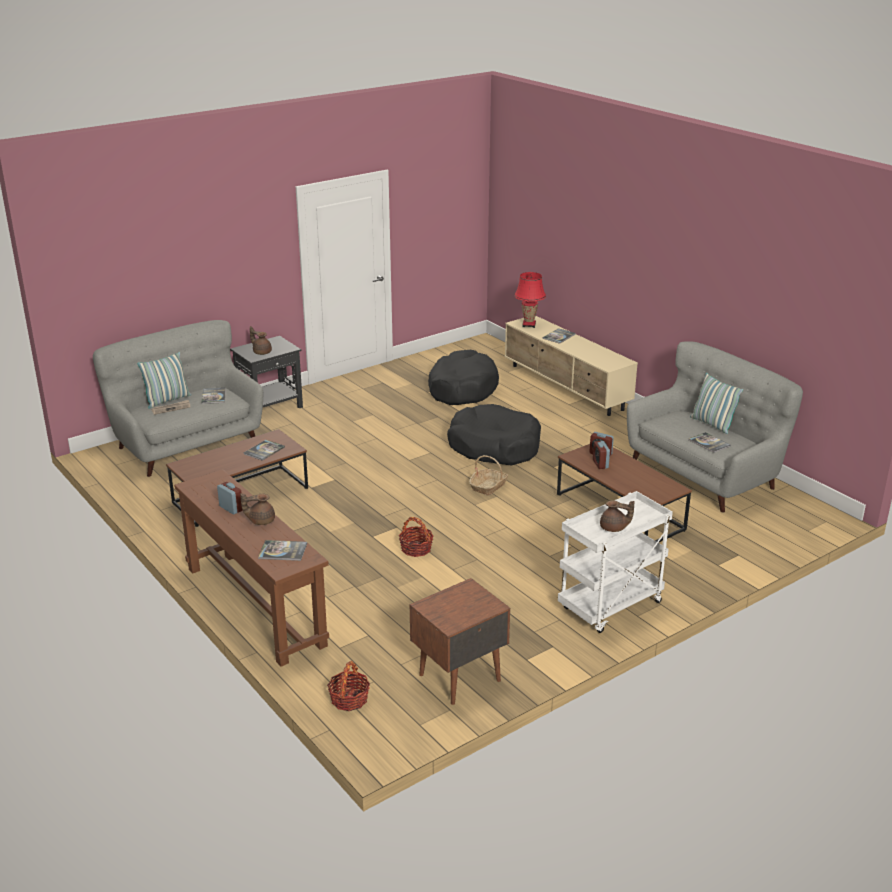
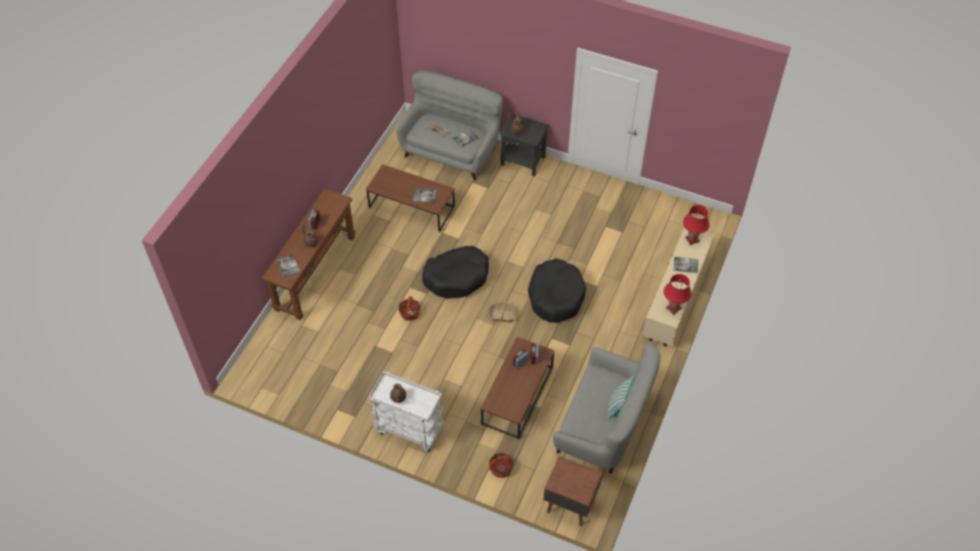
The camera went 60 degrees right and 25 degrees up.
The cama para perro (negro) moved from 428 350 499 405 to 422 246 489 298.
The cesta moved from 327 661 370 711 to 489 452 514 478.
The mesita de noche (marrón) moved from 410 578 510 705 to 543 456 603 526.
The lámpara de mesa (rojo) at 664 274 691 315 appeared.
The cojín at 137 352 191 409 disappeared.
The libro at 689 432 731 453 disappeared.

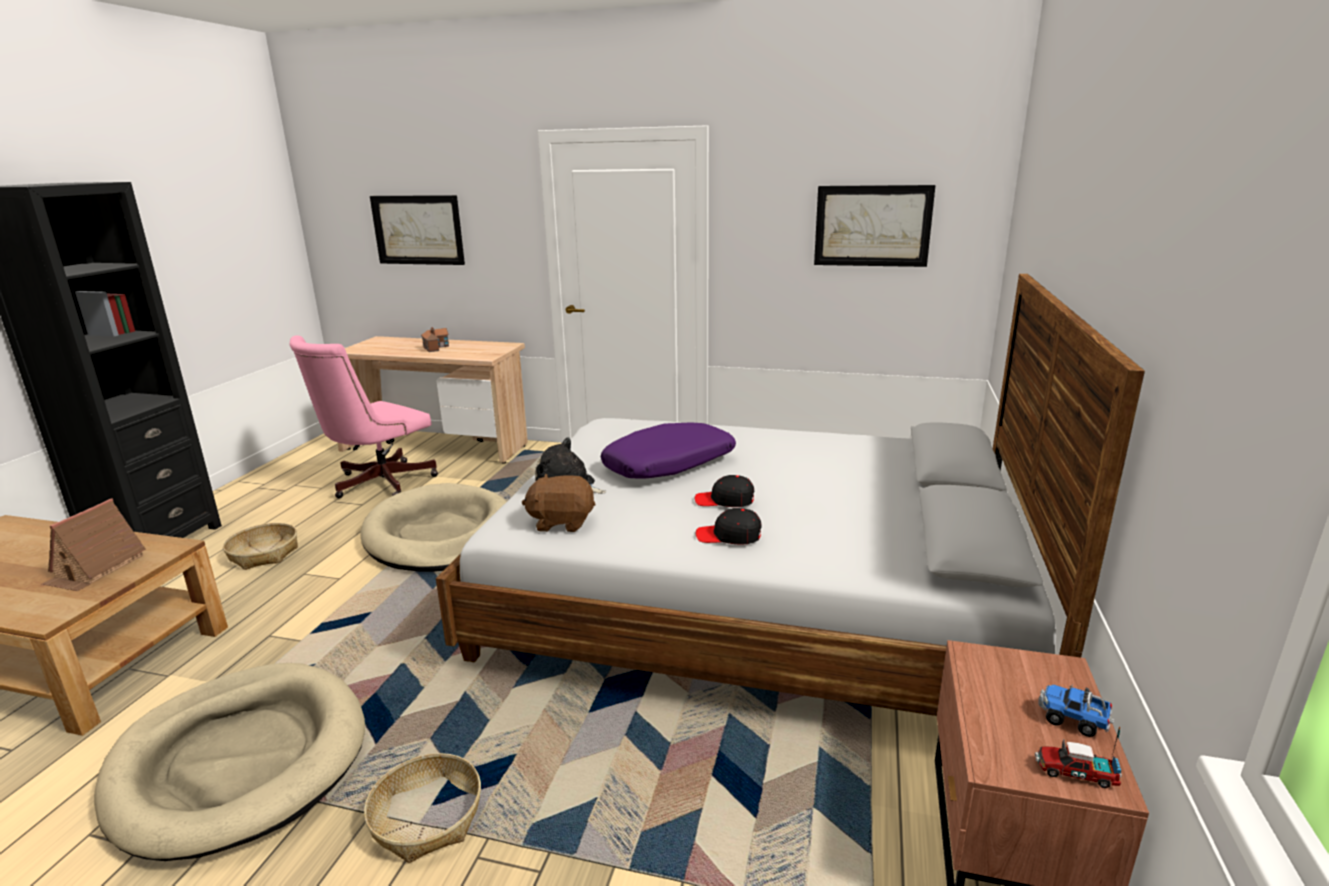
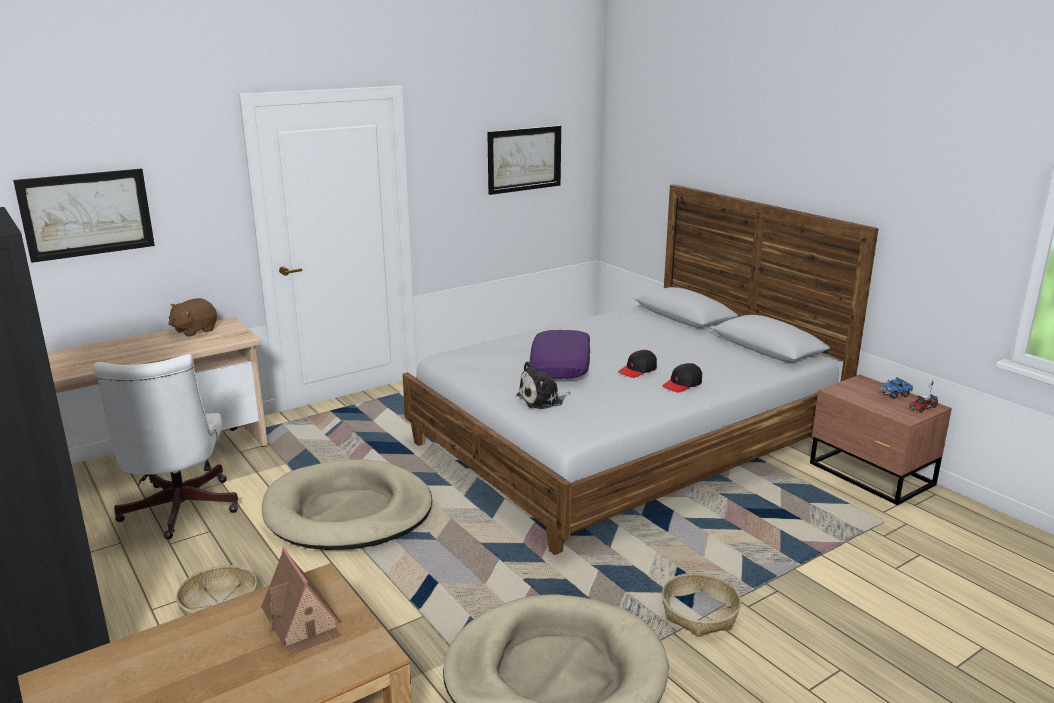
The camera went 50 degrees left and 0 degrees up.
The silla de oficina (rosa) at 290 335 438 498 became the silla de oficina (blanco) at 93 354 238 540.
The peluche (marrón) moved from 521 474 596 532 to 168 298 217 337.
The casita at 421 327 449 352 disappeared.

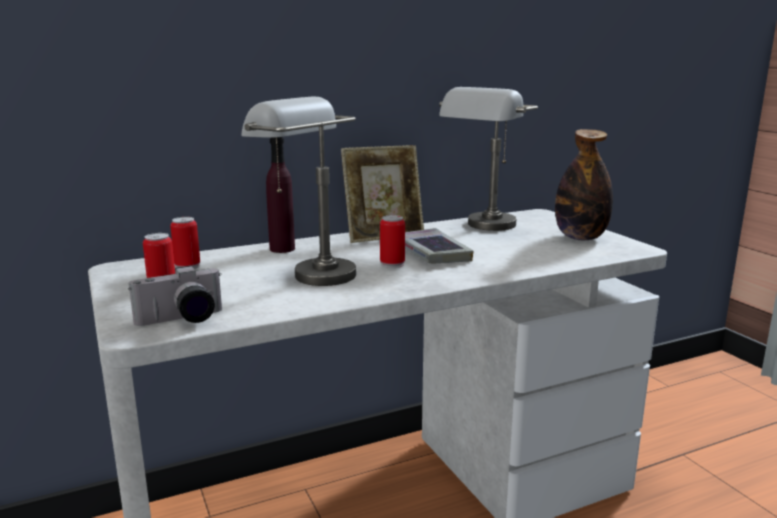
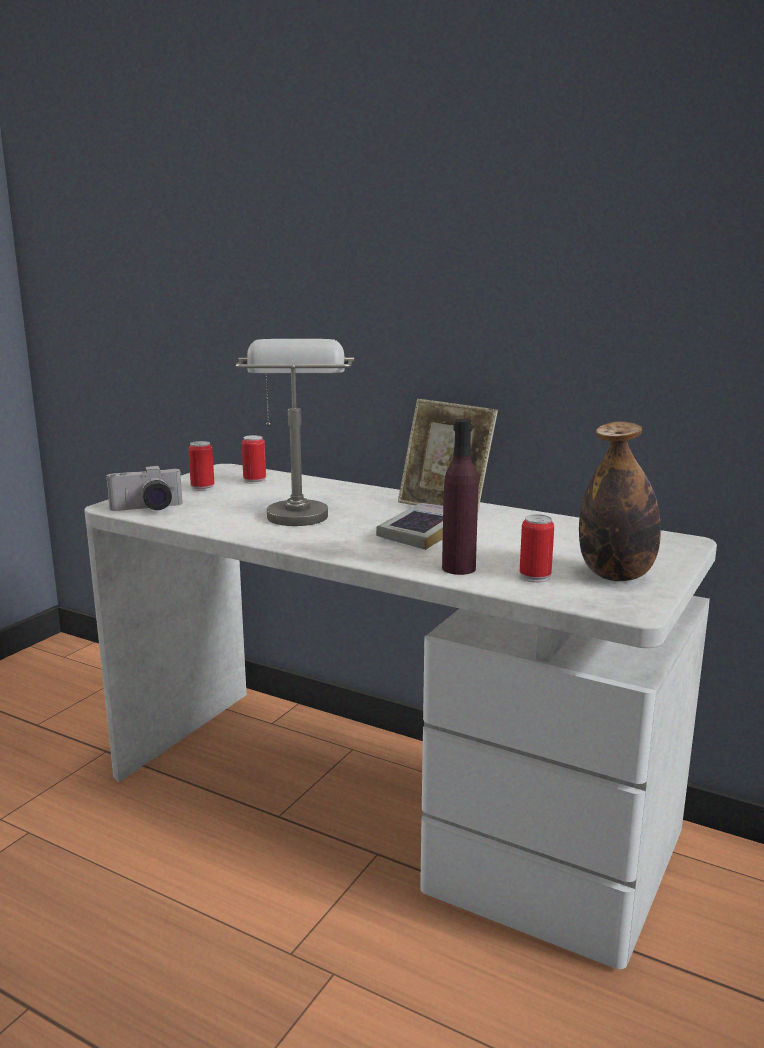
The camera went 55 degrees right and 0 degrees up.
The cámara at 128 266 222 326 turned 45 degrees counterclockwise.
The botella (morado) moved from 266 137 295 253 to 442 419 478 575.
The lata moved from 380 215 405 268 to 520 514 554 583.
The lámpara de mesa (gris) at 439 87 538 231 disappeared.

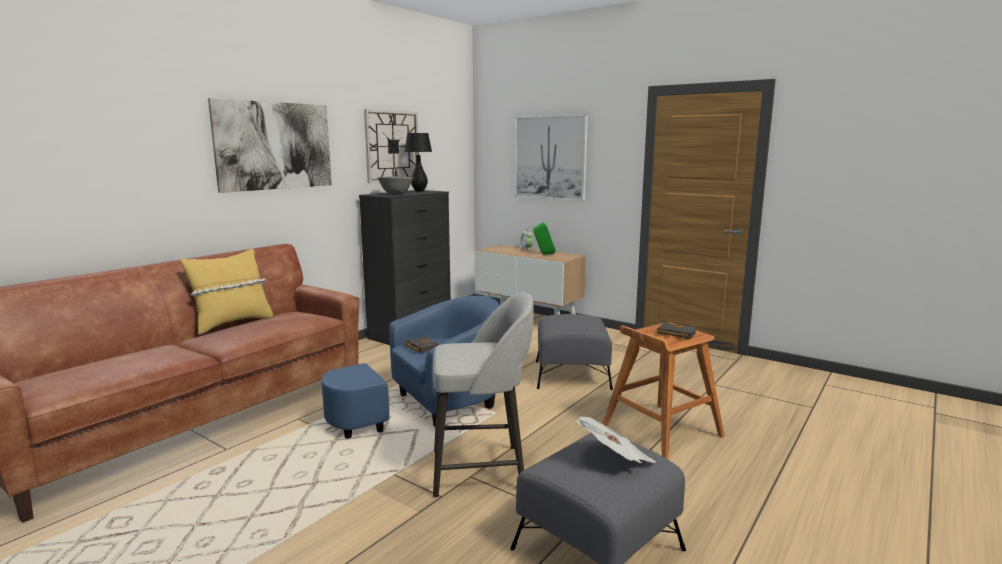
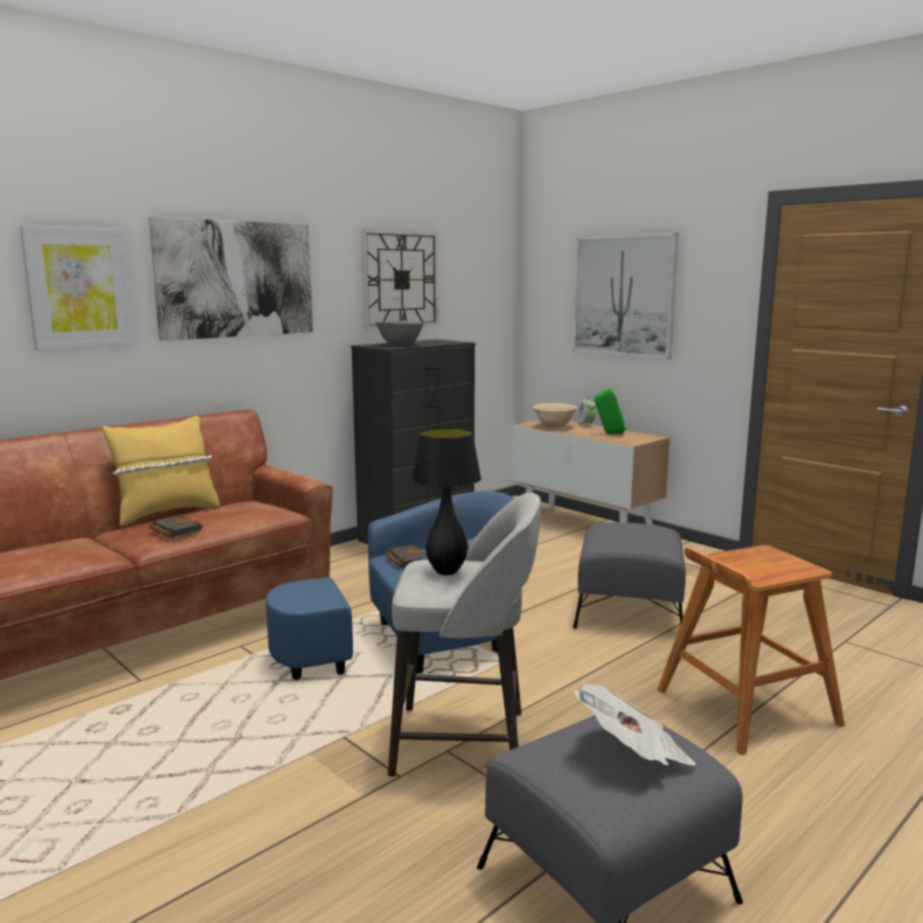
The camera went 10 degrees right and 0 degrees up.
The cuadro at 20 225 135 351 appeared.
The libro (negro) moved from 657 321 696 339 to 149 514 203 538.
The lámpara de mesa (negro) moved from 405 133 432 192 to 411 428 481 575.
The cuenco (beis) at 533 403 577 428 appeared.

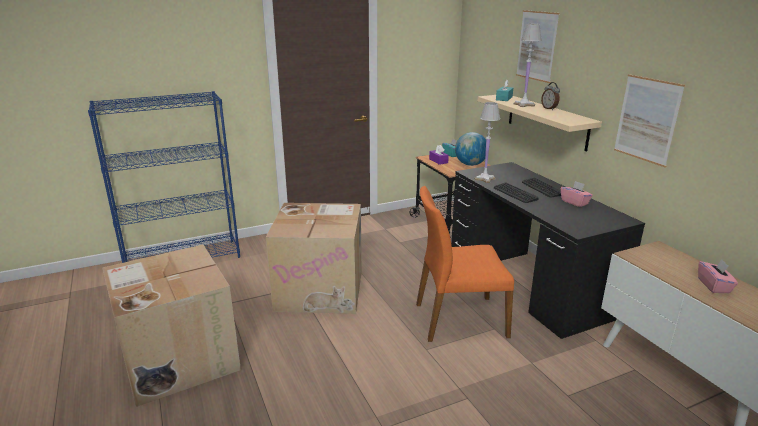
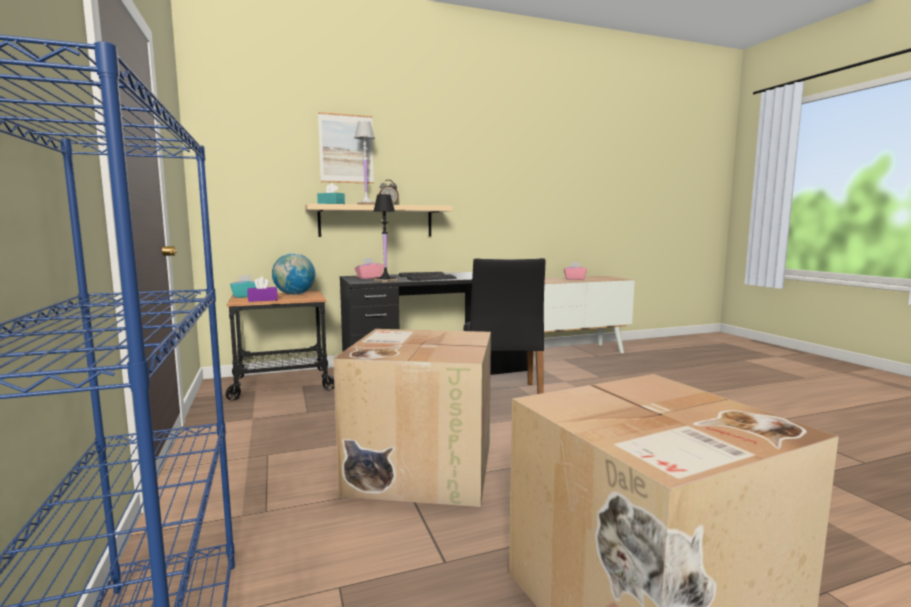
The camera went 85 degrees left and 15 degrees down.
The caja de pañuelos (rosa) moved from 561 181 593 207 to 355 258 384 279.
The lámpara de mesa (blanco) at 474 102 500 183 became the lámpara de mesa (negro) at 374 194 397 282.
The silla (naranja) at 416 186 514 342 became the silla (negro) at 463 258 545 394.
The cuadro at 614 74 685 167 disappeared.

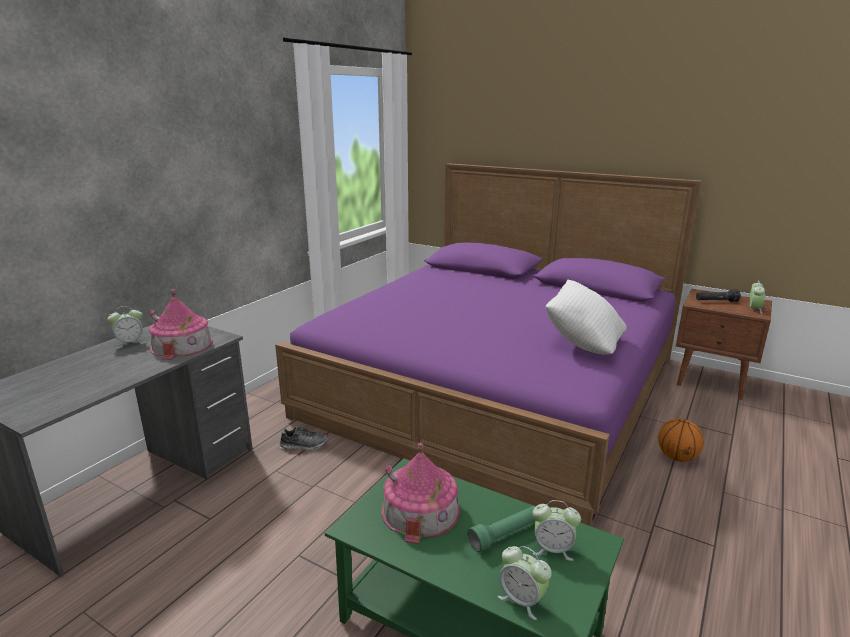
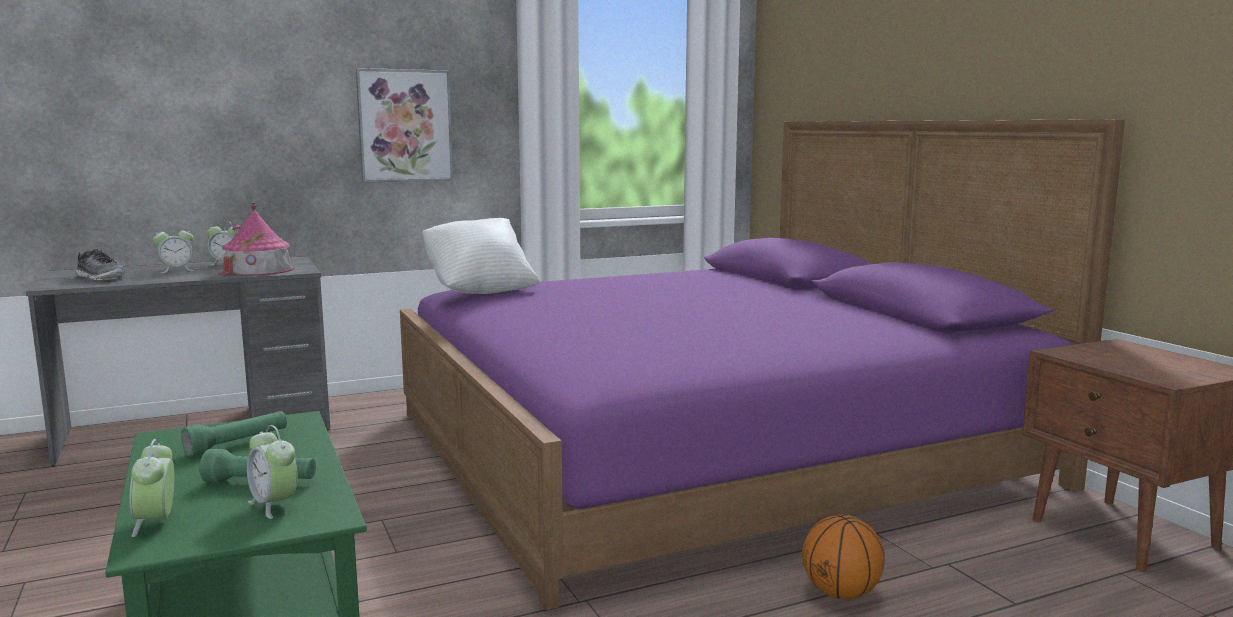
The camera went 35 degrees right and 10 degrees down.
The zapato moved from 280 426 327 451 to 76 249 125 280.
The despertador moved from 750 281 765 314 to 153 225 195 273.
The casita at 381 443 460 544 was replaced by the linterna (verde) at 181 411 287 457.
The cuadro at 356 68 453 183 appeared.
The cojín (blanco) moved from 546 280 627 354 to 422 218 540 294.
The linterna (negro) at 696 290 741 302 disappeared.

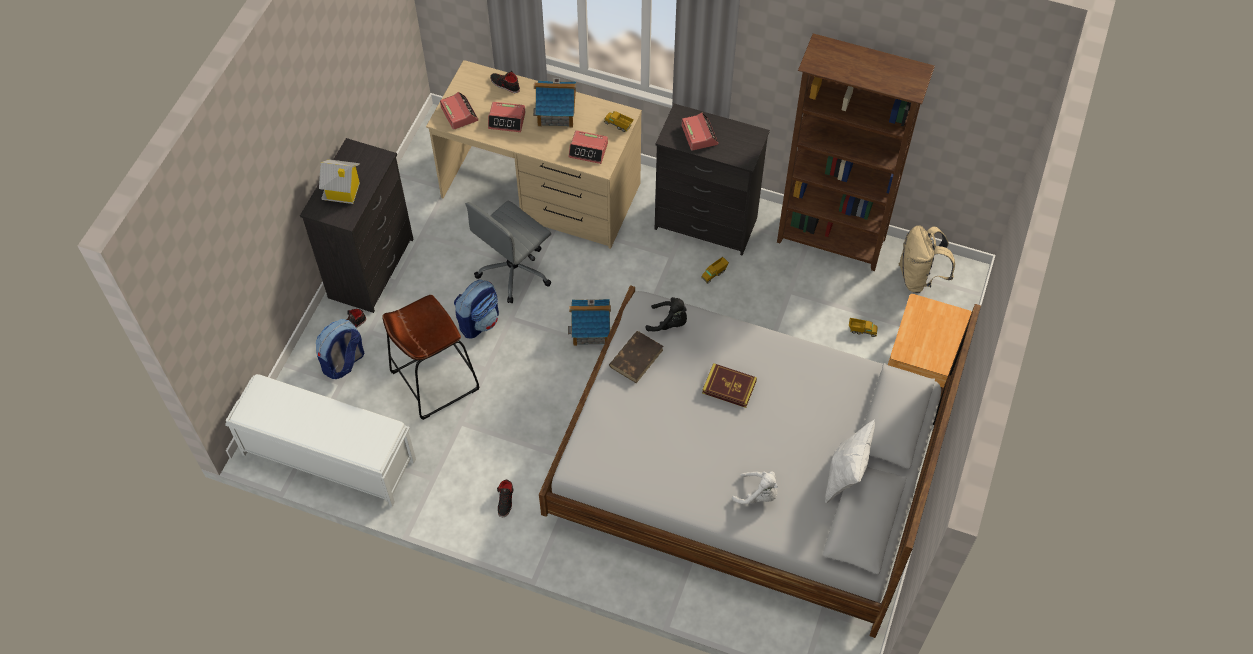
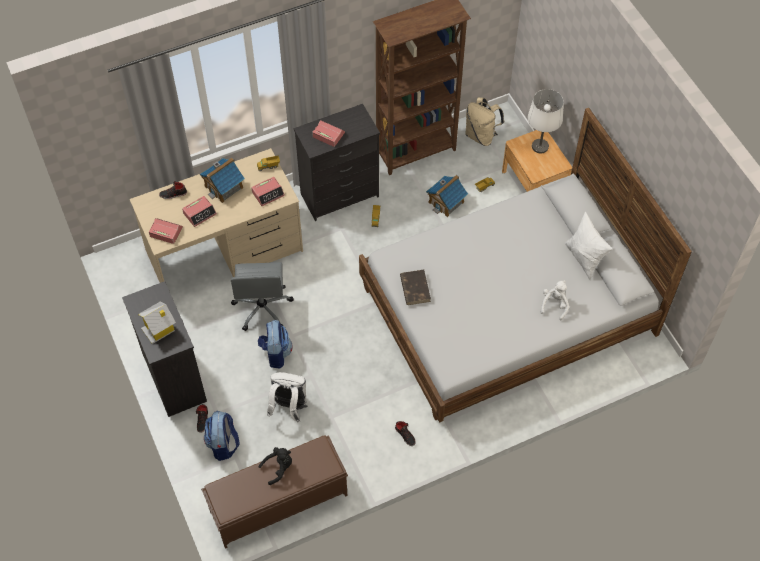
The camera went 45 degrees left and 0 degrees up.
The banco (blanco) at 225 374 416 507 became the banco (marrón) at 201 435 348 549.
The peluche (negro) moved from 645 297 687 332 to 259 447 292 485.
The taburete (marrón) at 382 295 480 420 was replaced by the mochila (blanco) at 267 372 307 423.
The casita moved from 568 299 611 346 to 426 175 468 217.
The lámpara de mesa (blanco) at 528 89 564 154 appeared.
The peluche (blanco) at 732 472 778 504 turned 45 degrees counterclockwise.
The libro at 702 363 757 408 disappeared.

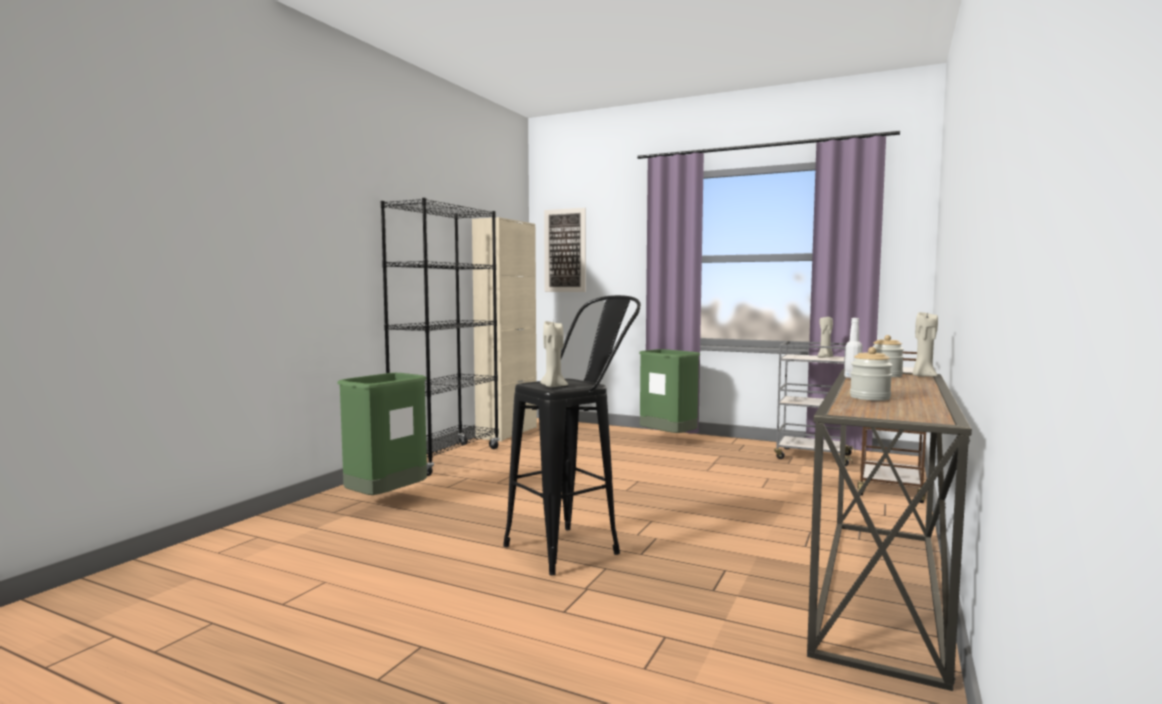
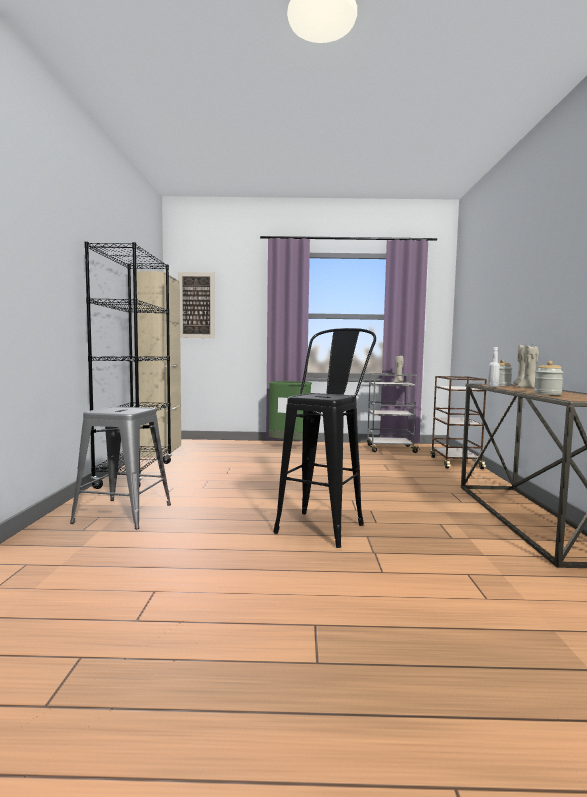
The camera went 25 degrees left and 0 degrees up.
The papelera (verde) at 337 373 427 495 was replaced by the taburete (gris) at 70 406 171 529.
The vela (beis) moved from 540 320 568 387 to 518 345 539 388.

